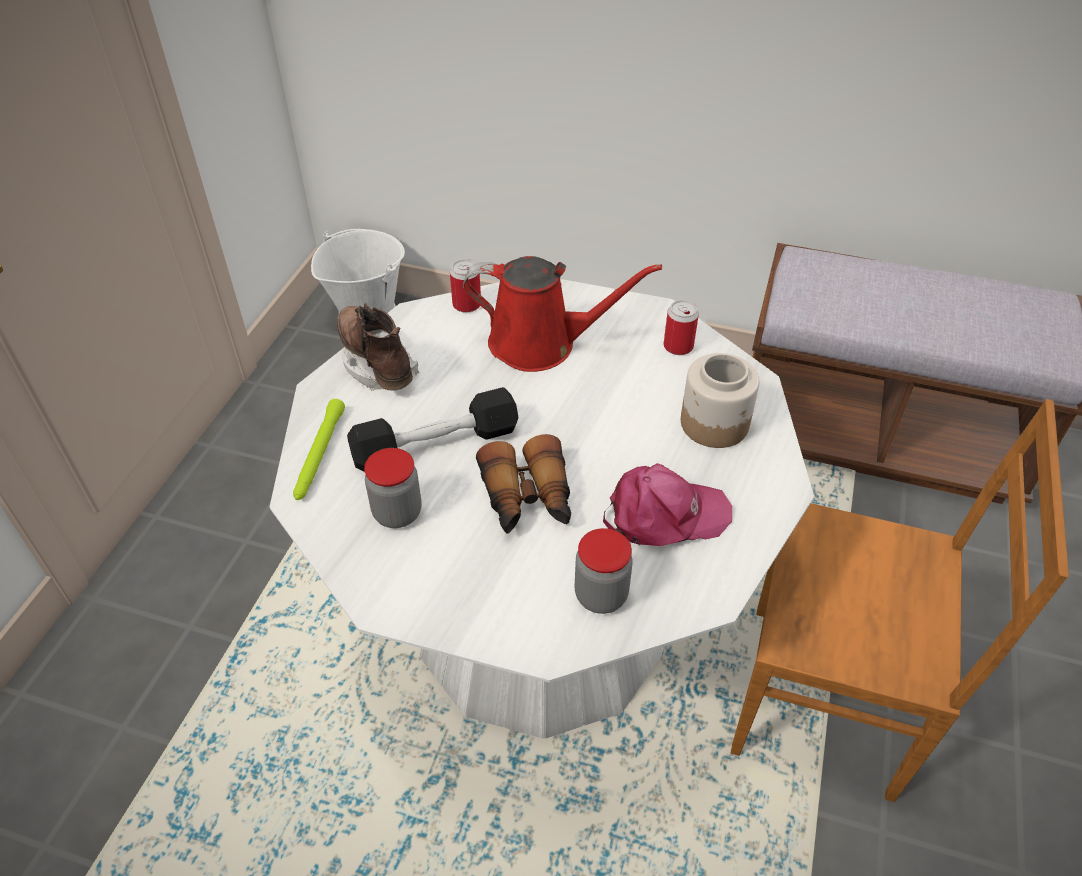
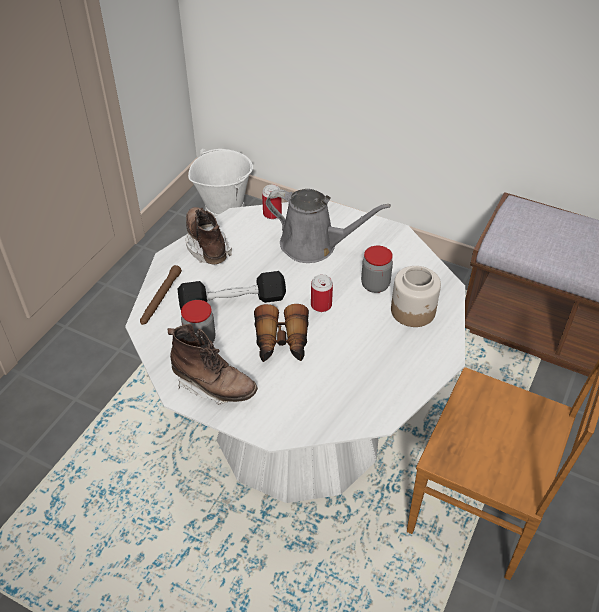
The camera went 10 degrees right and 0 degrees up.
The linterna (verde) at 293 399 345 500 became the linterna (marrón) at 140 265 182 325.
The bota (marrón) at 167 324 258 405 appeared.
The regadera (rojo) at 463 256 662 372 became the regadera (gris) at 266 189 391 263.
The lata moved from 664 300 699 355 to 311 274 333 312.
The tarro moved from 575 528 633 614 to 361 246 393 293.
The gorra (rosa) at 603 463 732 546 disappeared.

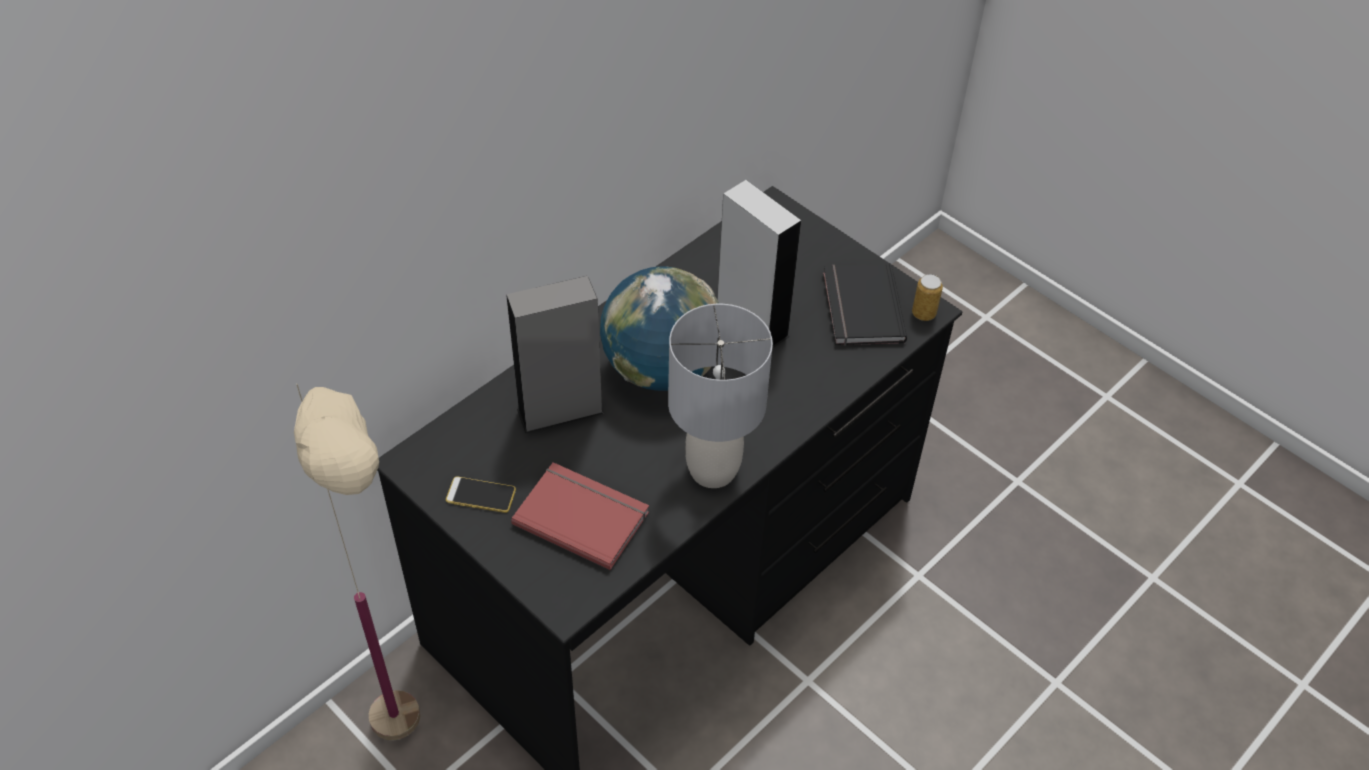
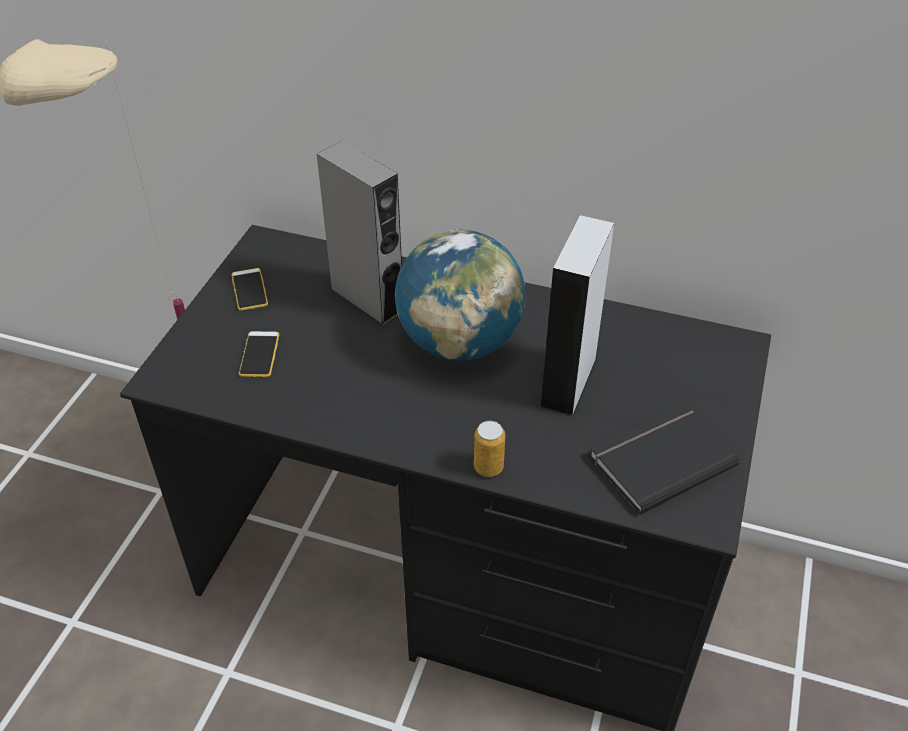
The camera went 65 degrees right and 5 degrees down.
The libro (rojo) at 511 462 649 570 was replaced by the móvil at 239 331 279 377.
The lata moved from 912 274 943 321 to 474 421 505 477.
The lámpara de mesa (gris) at 668 304 773 488 disappeared.

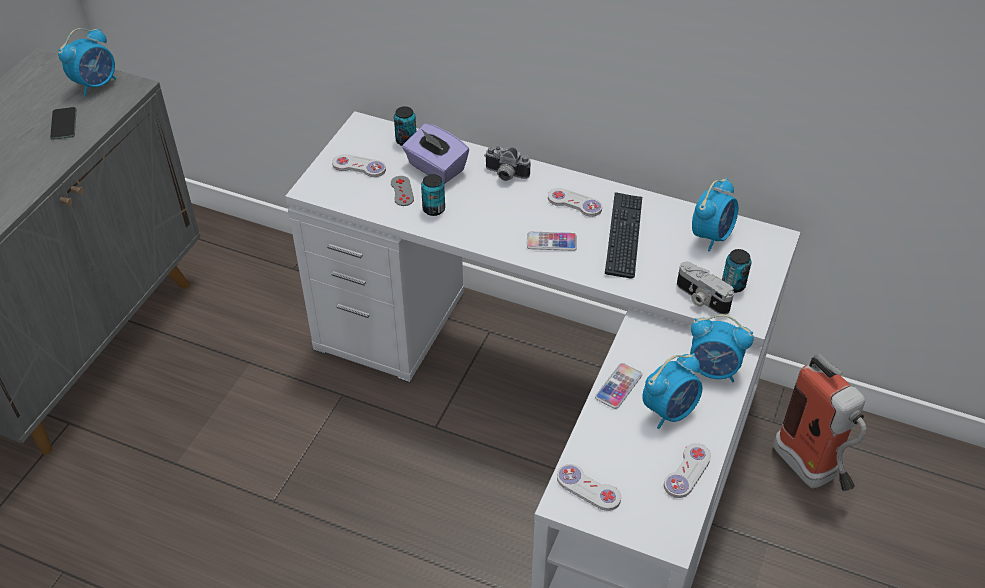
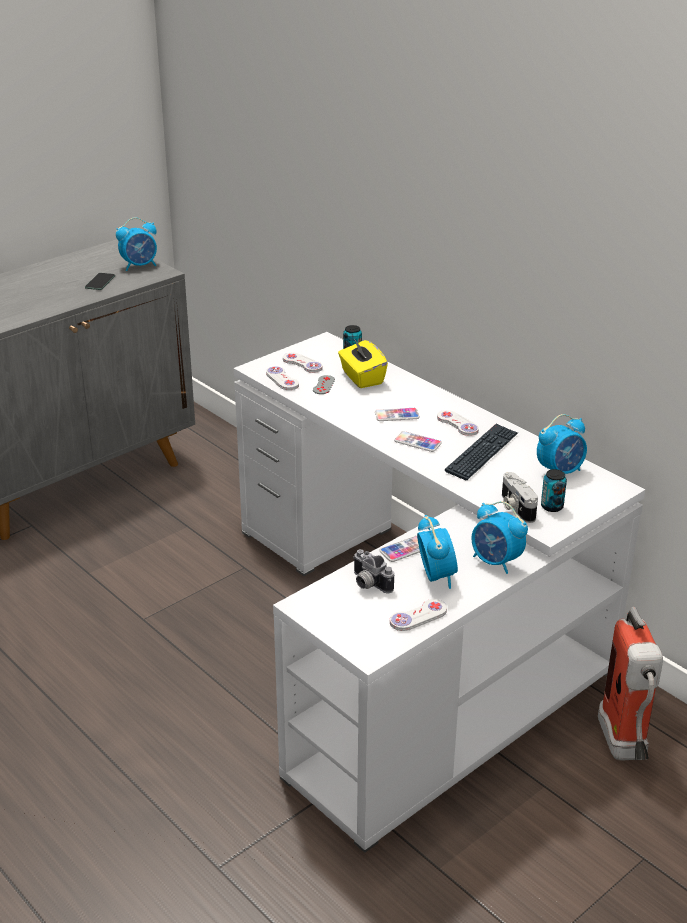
The camera went 25 degrees right and 15 degrees down.
The mando de consola (blanco) moved from 557 464 621 511 to 266 366 299 390.
The caja de pañuelos (morado) at 402 123 469 184 became the caja de pañuelos (amarillo) at 338 339 388 388.
The cámara moved from 484 146 531 181 to 353 549 394 593.
The móvil at 375 408 420 421 appeared.
The despertador at 642 353 703 429 turned 90 degrees counterclockwise.
The lata at 421 174 445 216 disappeared.

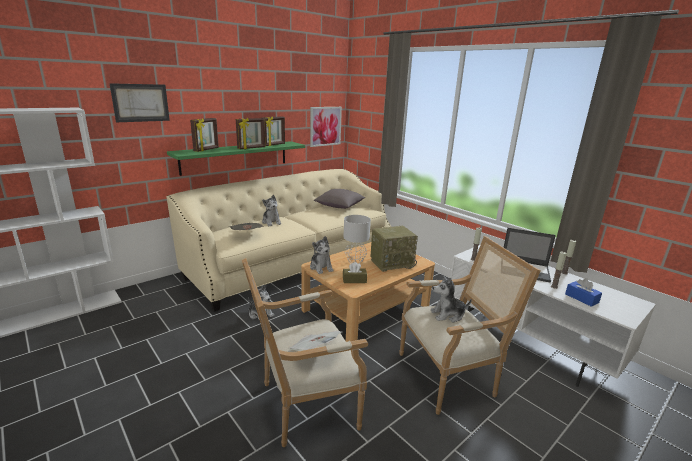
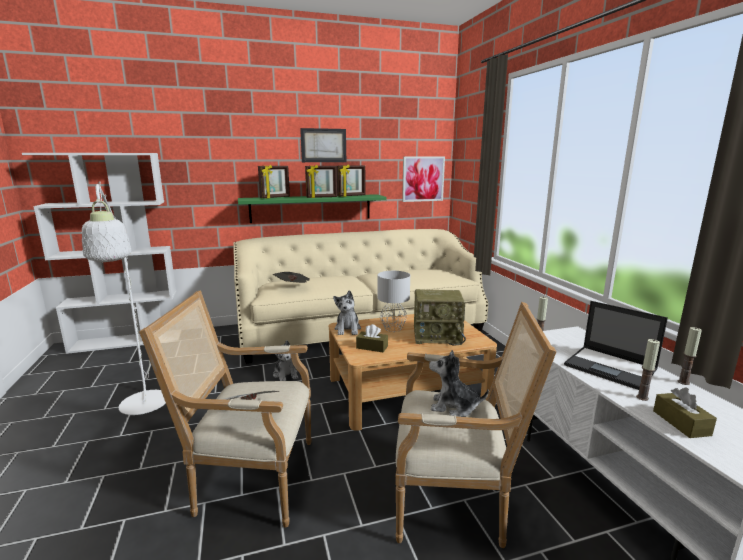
The camera went 25 degrees right and 5 degrees down.
The lámpara de pie (blanco) at 82 182 166 415 appeared.
The cuadro moved from 109 83 170 122 to 300 128 346 162.
The caja de pañuelos (azul) at 565 278 602 307 became the caja de pañuelos (marrón) at 653 387 717 438.
The peluche at 262 195 281 226 disappeared.
The cojín (gris) at 314 189 365 209 disappeared.

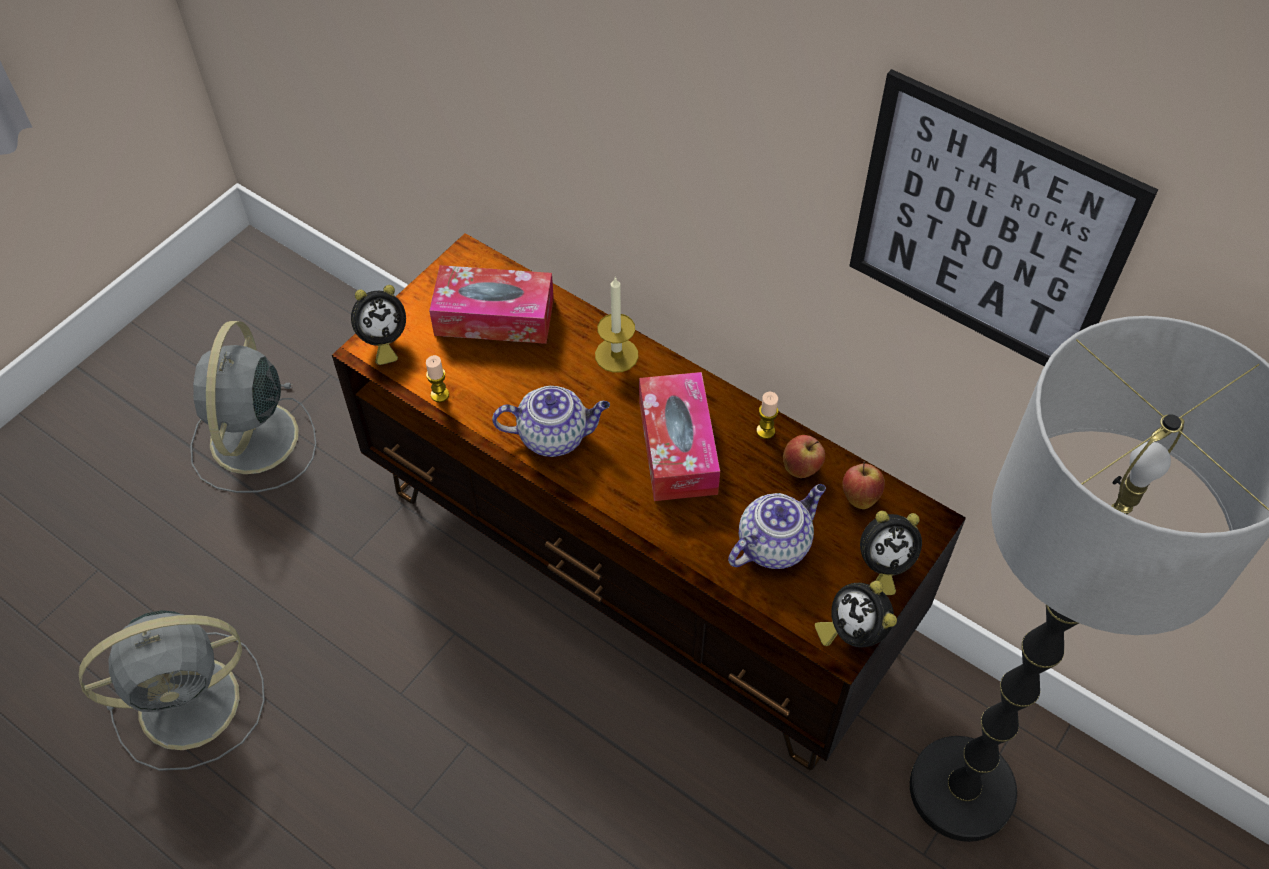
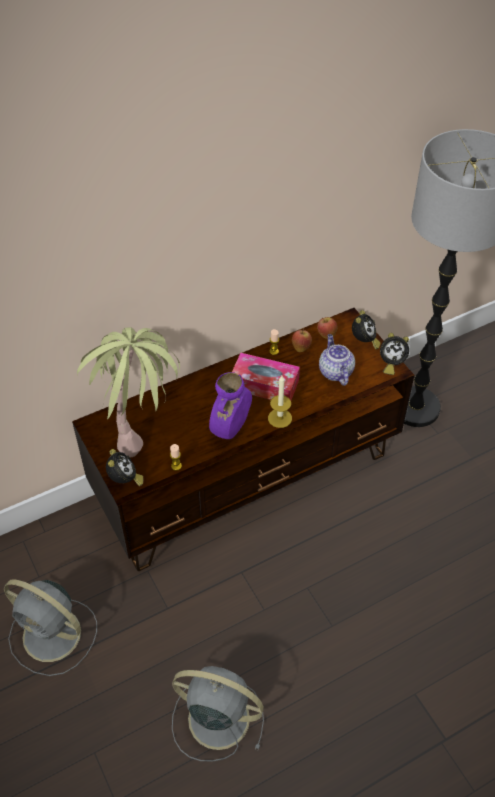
The camera went 65 degrees left and 5 degrees down.
The caja de pañuelos at 429 265 554 344 was replaced by the planta en maceta at 77 327 180 457.
The ventilador (gris) at 79 610 265 771 turned 75 degrees counterclockwise.
The tetera at 492 386 610 457 was replaced by the florero (morado) at 209 372 252 439.
The vela moved from 595 276 638 373 to 268 376 292 428.
The cuadro at 849 69 1158 366 disappeared.

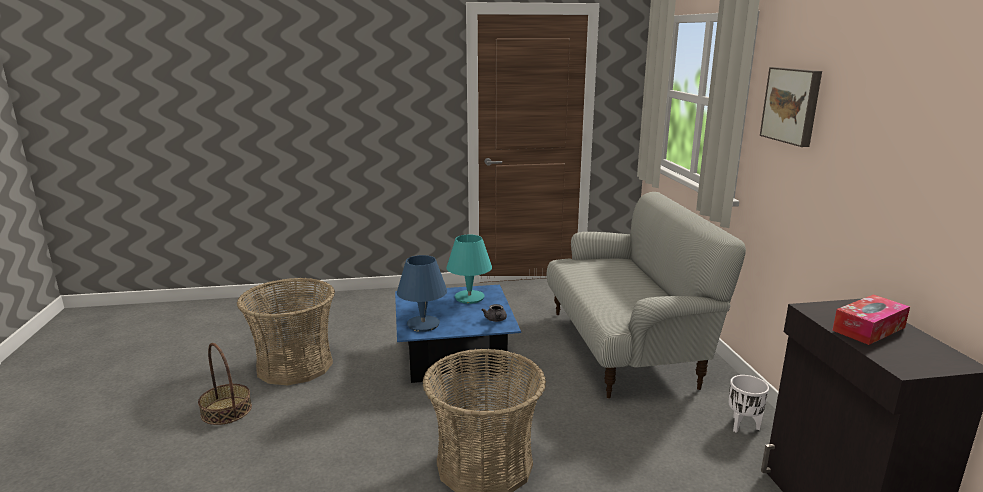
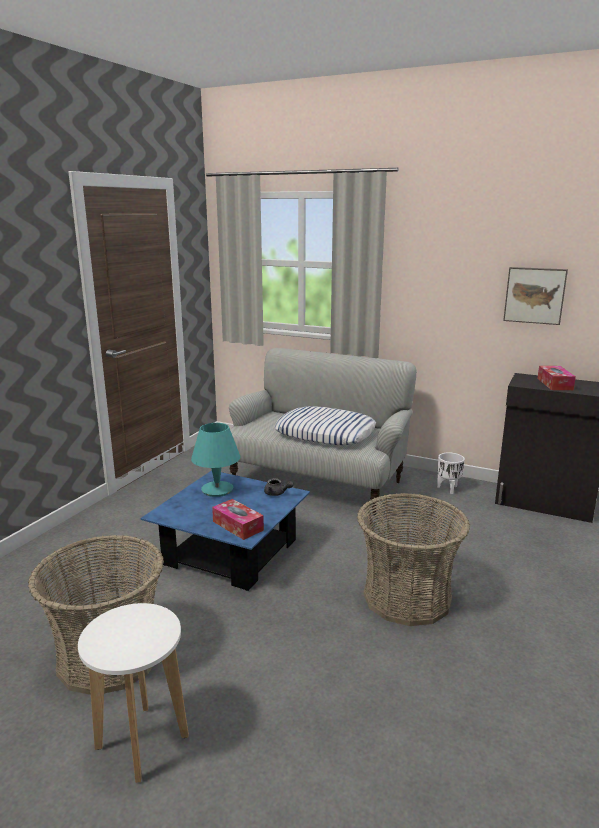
The camera went 55 degrees left and 0 degrees up.
The cesta at 198 343 252 425 was replaced by the taburete (blanco) at 78 603 189 783.
The lámpara de mesa (azul) at 397 255 447 332 was replaced by the caja de pañuelos at 212 499 264 540.
The cojín at 274 406 376 446 appeared.
The cuadro moved from 760 67 822 147 to 503 267 568 325.

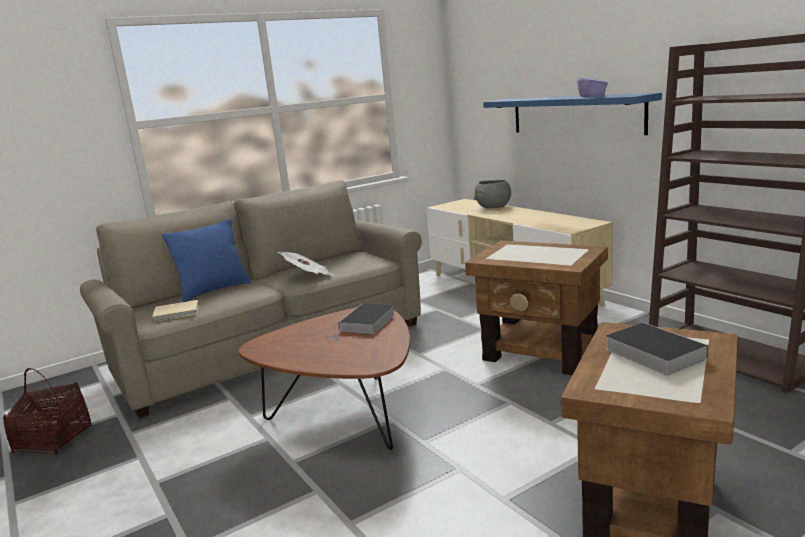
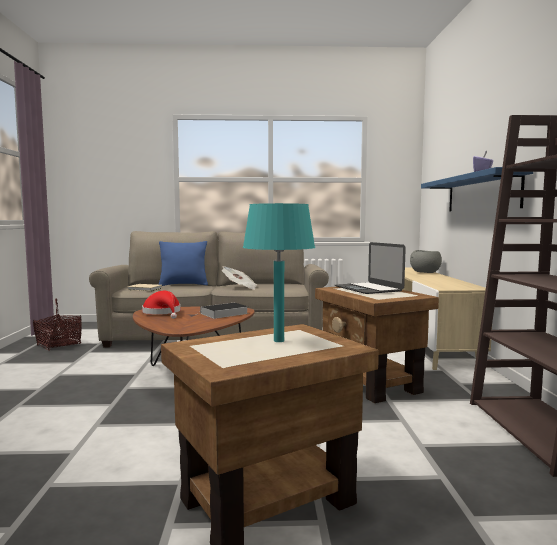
The camera went 30 degrees right and 10 degrees down.
The sombrero (rojo) at 142 291 181 319 appeared.
The libro at 606 322 708 375 was replaced by the lámpara de mesa (turquesa) at 243 203 315 342.
The portátil at 335 242 406 294 appeared.

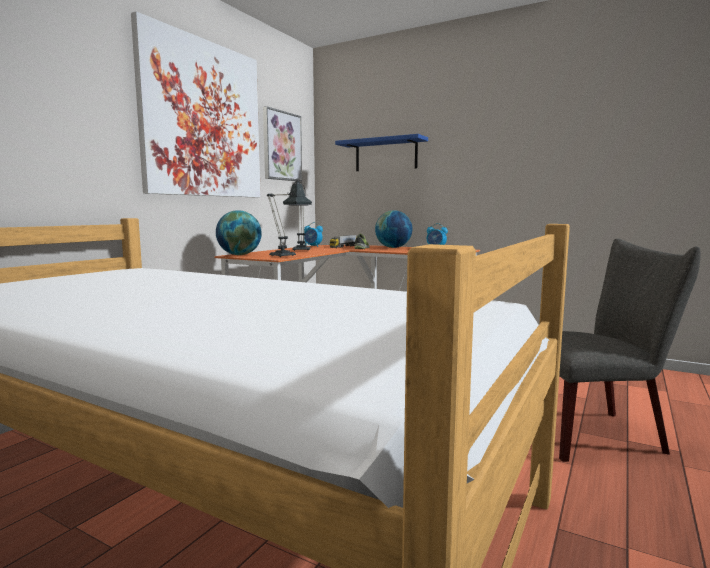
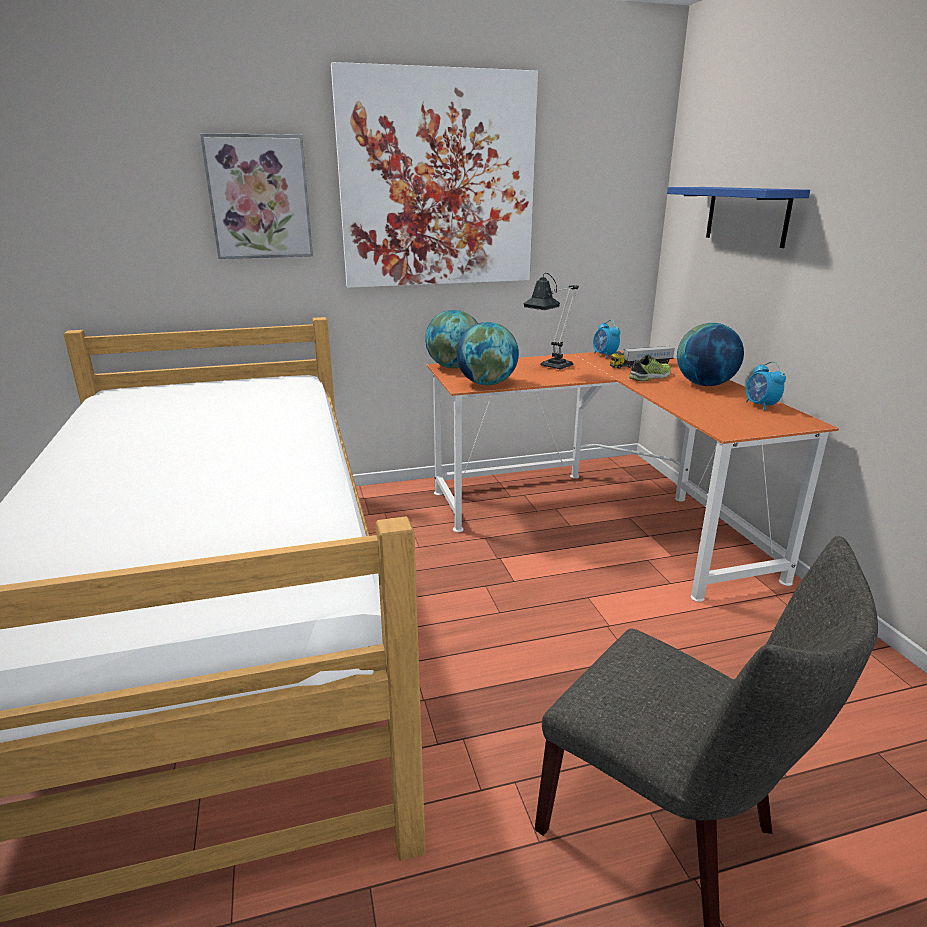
The camera went 45 degrees right and 15 degrees up.
The cuadro moved from 263 106 302 182 to 200 133 313 259.
The lámpara de mesa at 267 181 312 257 was replaced by the globo terráqueo at 456 322 519 385.

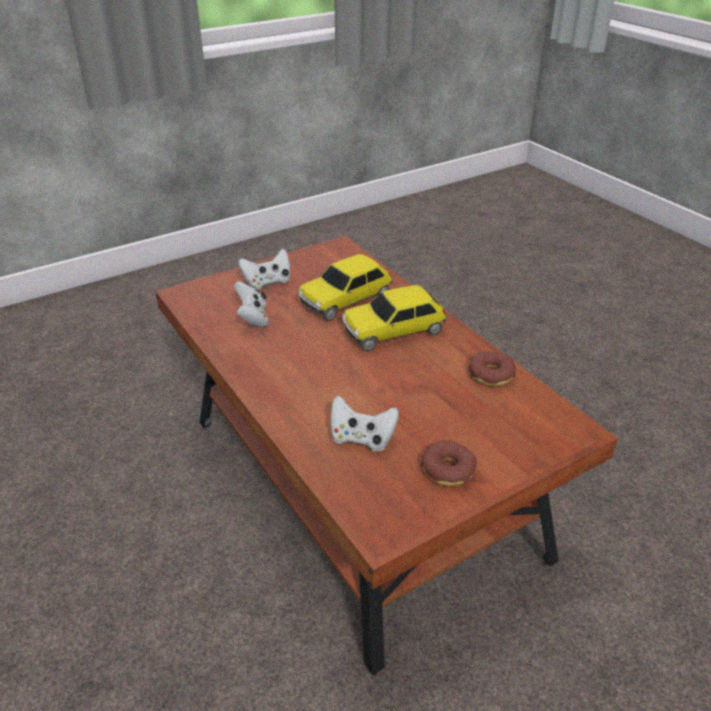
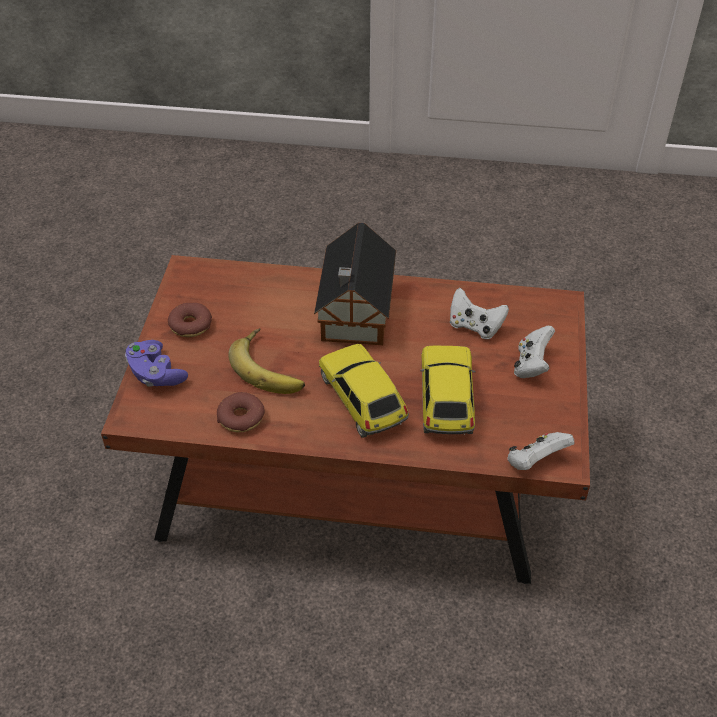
The camera went 130 degrees right and 10 degrees up.
The mando de consola (morado) at 125 340 188 387 appeared.
The plátano at 228 328 305 394 appeared.
The casita at 314 223 396 345 appeared.
The coche de juguete at 342 285 448 352 turned 45 degrees counterclockwise.
The mando de consola (blanco) moved from 330 396 399 452 to 507 432 574 470.

